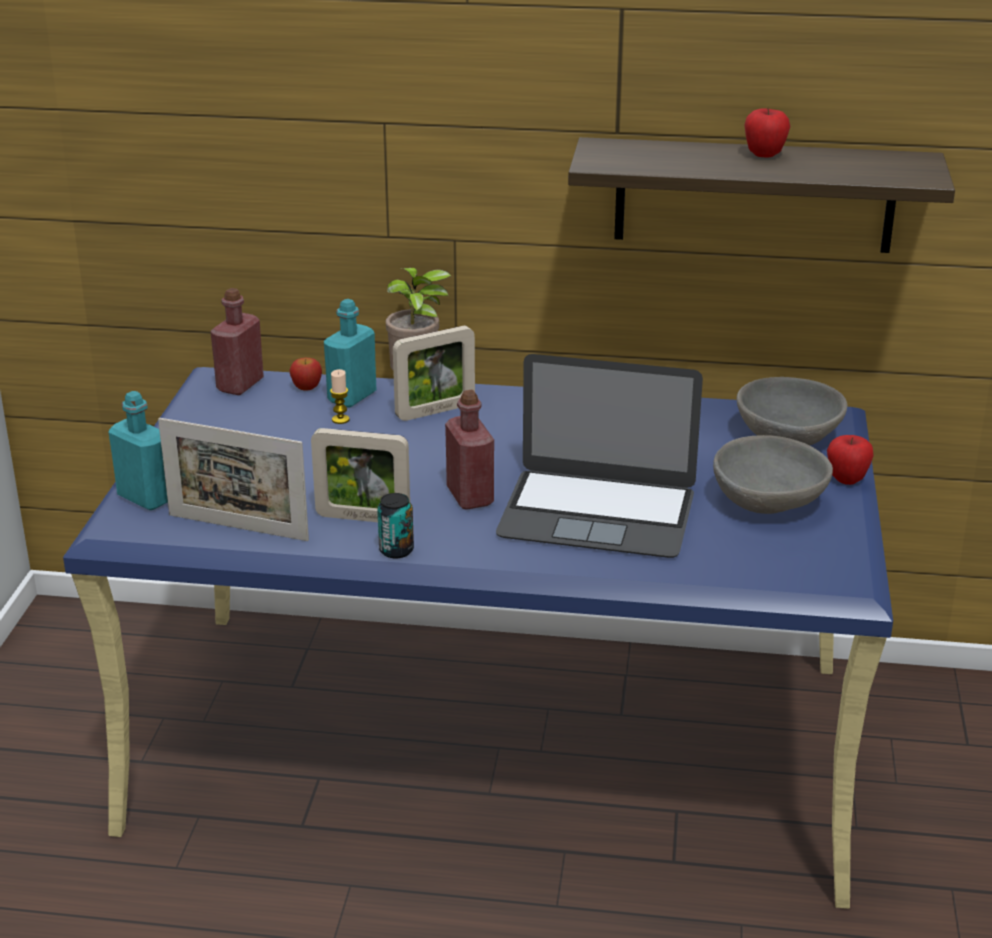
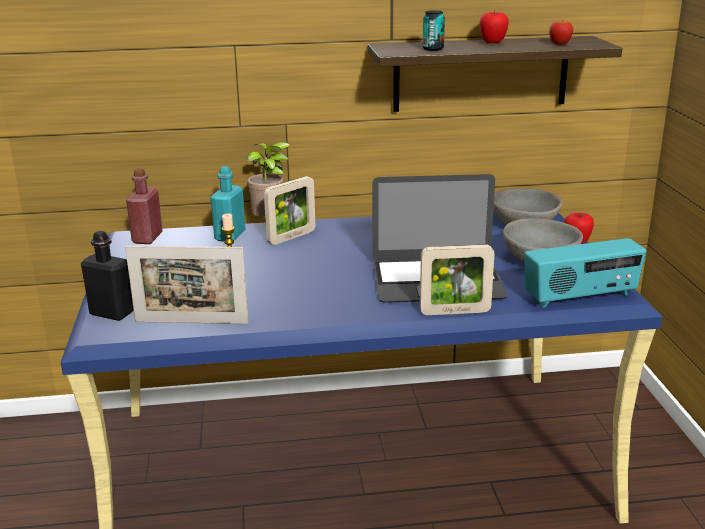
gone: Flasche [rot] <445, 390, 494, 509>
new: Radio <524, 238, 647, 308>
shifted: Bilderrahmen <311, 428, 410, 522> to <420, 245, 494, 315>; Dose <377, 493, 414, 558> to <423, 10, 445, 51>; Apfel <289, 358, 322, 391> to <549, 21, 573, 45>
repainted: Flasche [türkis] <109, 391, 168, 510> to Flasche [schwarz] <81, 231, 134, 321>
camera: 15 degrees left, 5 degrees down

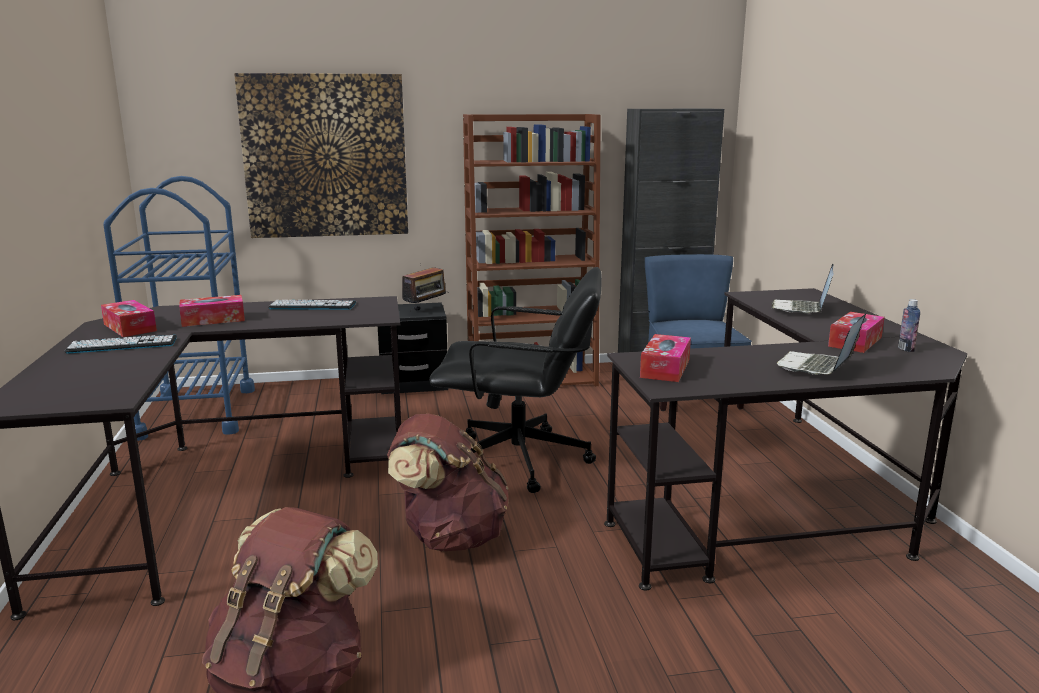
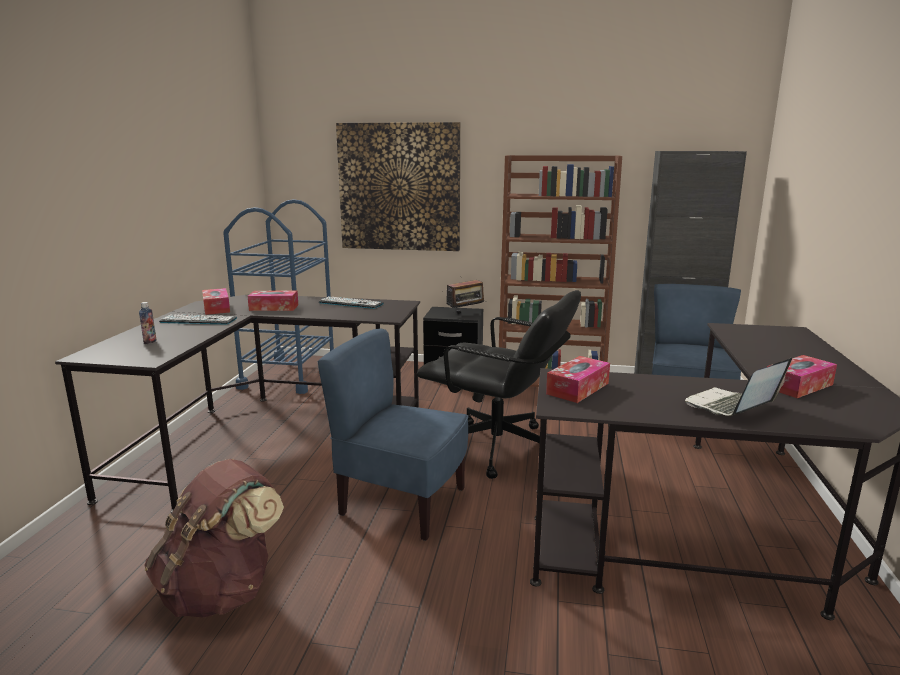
gone: Laptop <772, 264, 834, 314>
shifted: Flasche <898, 299, 920, 352> to <139, 302, 157, 344>
swapped: Rucksack [braun] <387, 413, 509, 551> to Stuhl [blau] <318, 329, 469, 541>
camera: 20 degrees right, 0 degrees up

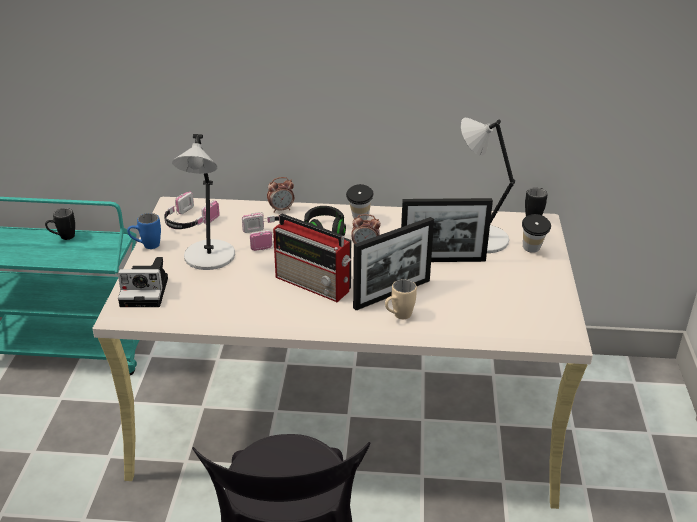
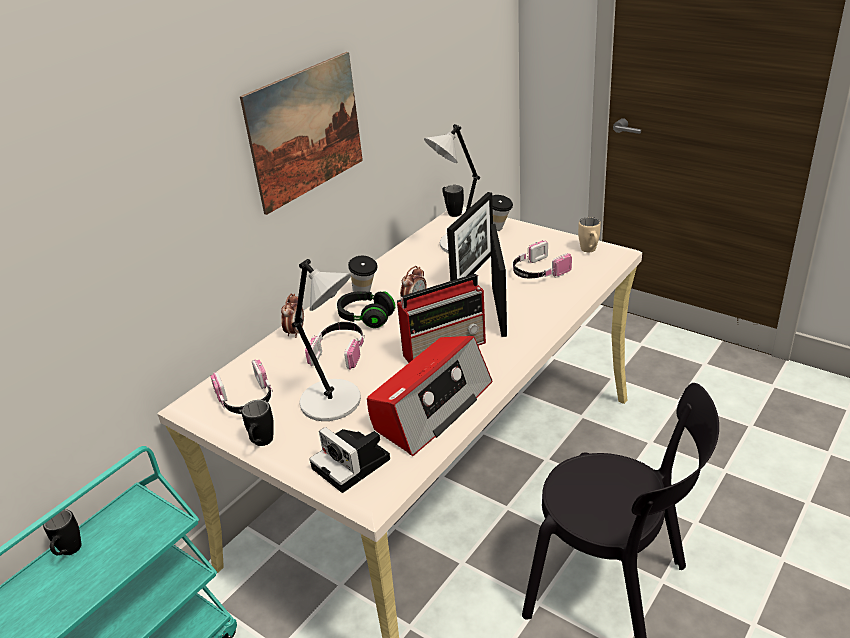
new: Bild <240, 52, 363, 215>; Radio <367, 336, 492, 456>; Kopfhörer <513, 240, 572, 278>
shifted: Henkelbecher [beige] <385, 279, 417, 319> to <578, 217, 601, 252>
repainted: Henkelbecher [blau] <127, 213, 161, 249> to Henkelbecher [schwarz] <242, 400, 274, 446>
rotated: Kamera <118, 257, 168, 307> = <309, 427, 390, 493> 105 degrees clockwise
camera: 55 degrees left, 0 degrees up

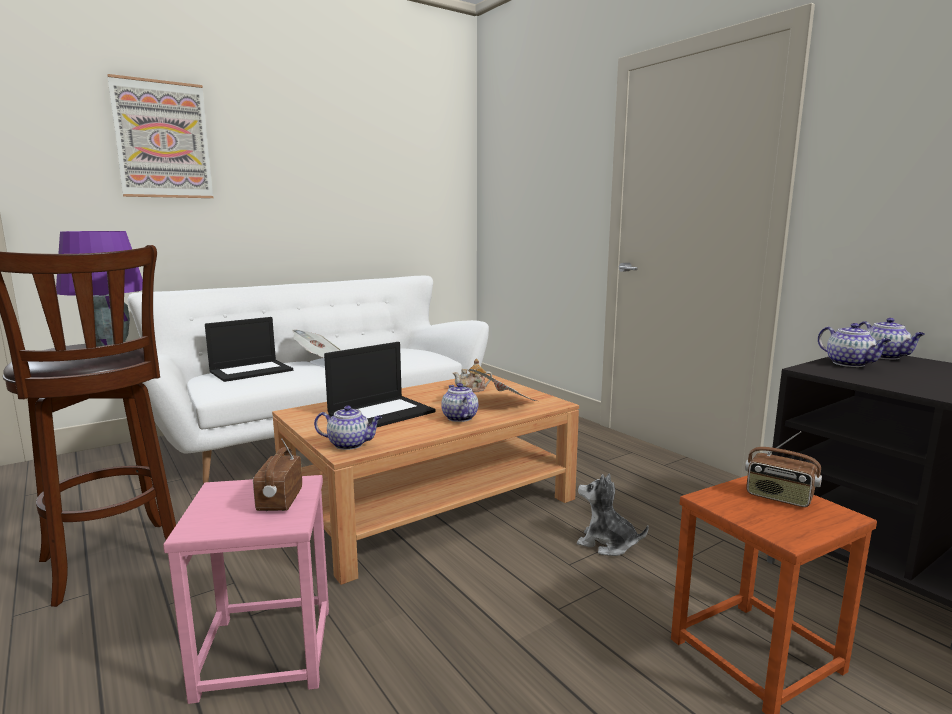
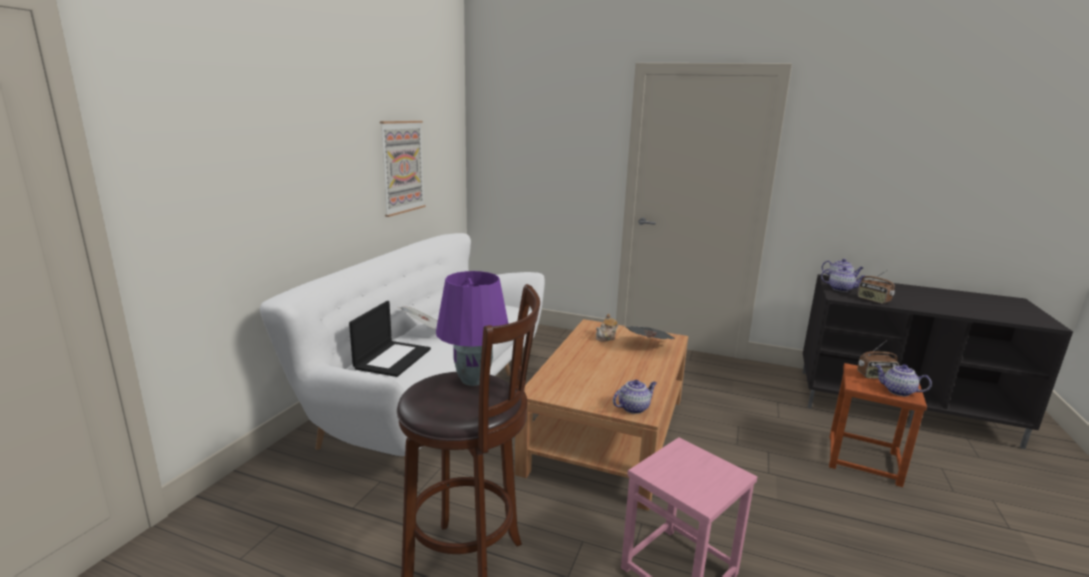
gone: Laptop <324, 342, 436, 427>; Plüschtier <577, 473, 649, 556>
shifted: Bild <107, 74, 213, 198> to <380, 121, 426, 217>; Radio <253, 438, 302, 511> to <857, 270, 895, 304>; Teekanne <441, 383, 478, 422> to <875, 364, 932, 397>
camera: 35 degrees left, 5 degrees up

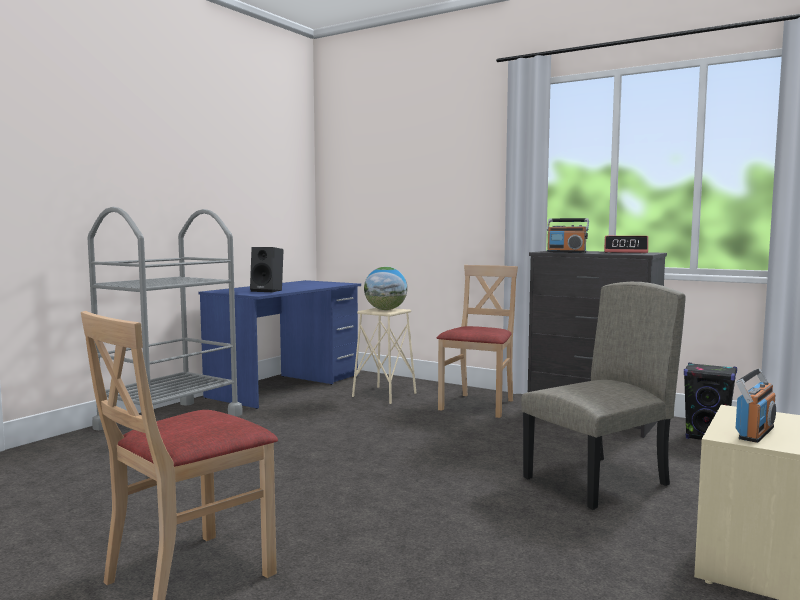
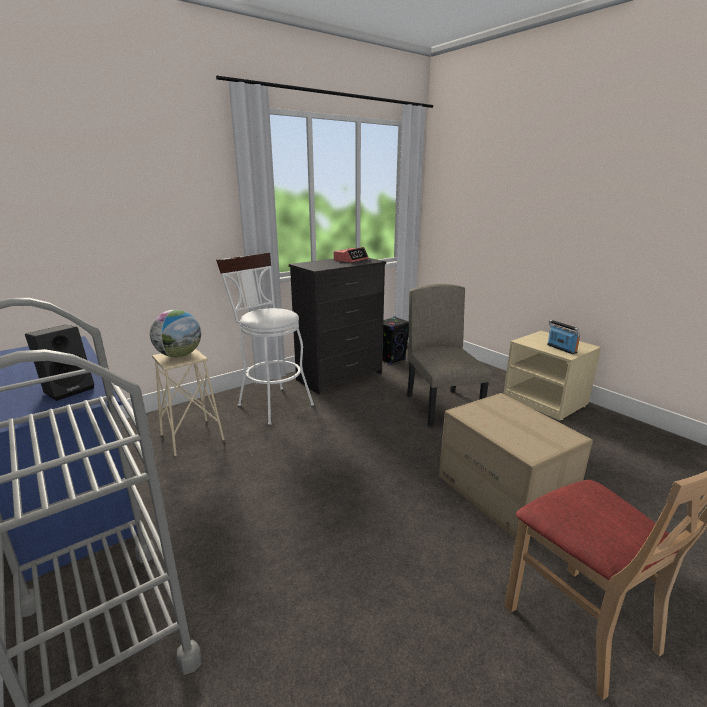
gone: Radio <547, 218, 589, 253>
new: Karton <439, 393, 593, 540>
swapped: Stuhl [beige] <437, 265, 518, 418> to Hocker [weiß] <216, 253, 314, 425>
camera: 70 degrees left, 15 degrees up

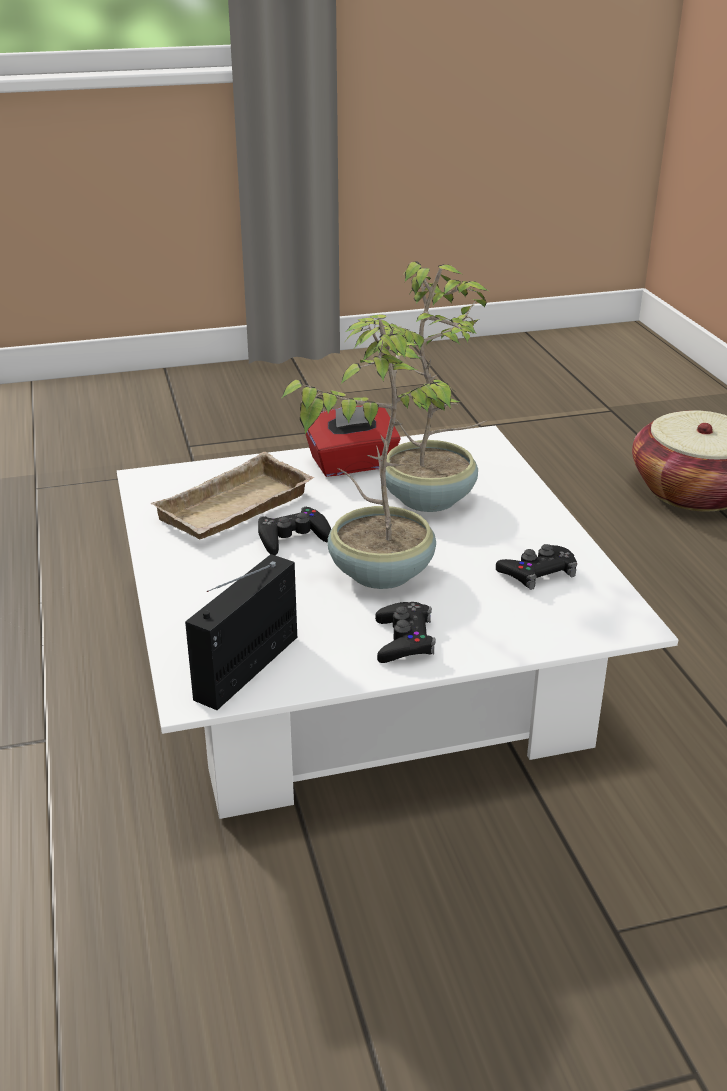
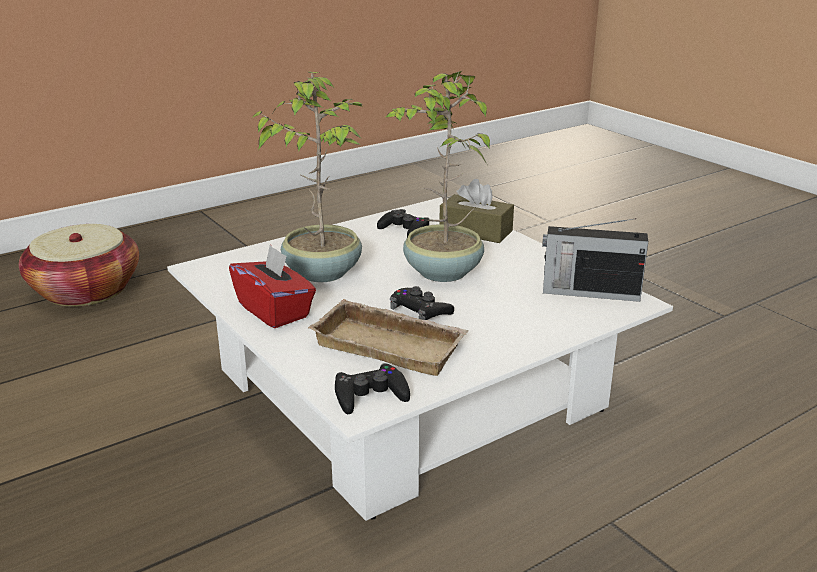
new: Taschentuchbox [braun] <439, 179, 514, 243>
shifted: Gamepad [schwarz] <375, 602, 435, 663> to <335, 363, 410, 414>
camera: 110 degrees left, 5 degrees down

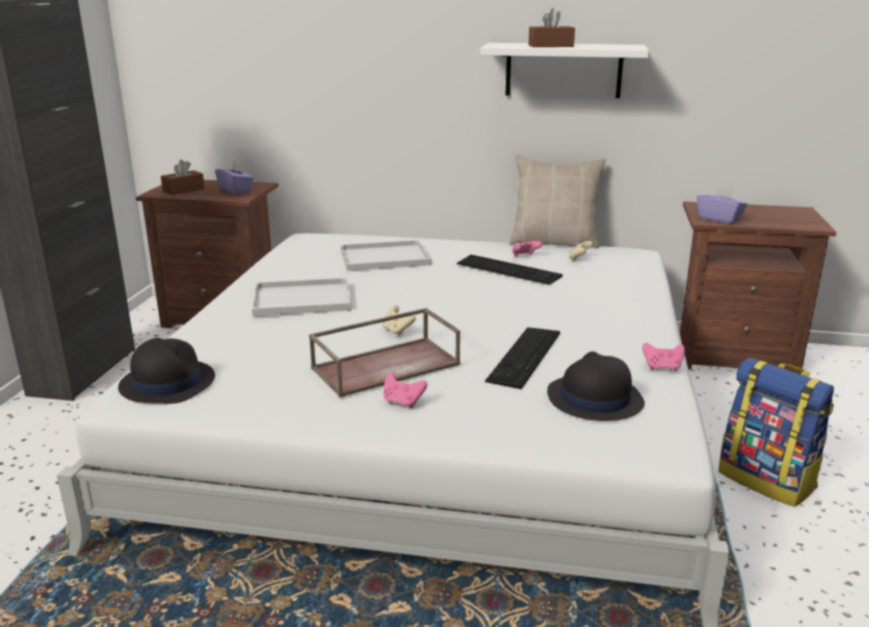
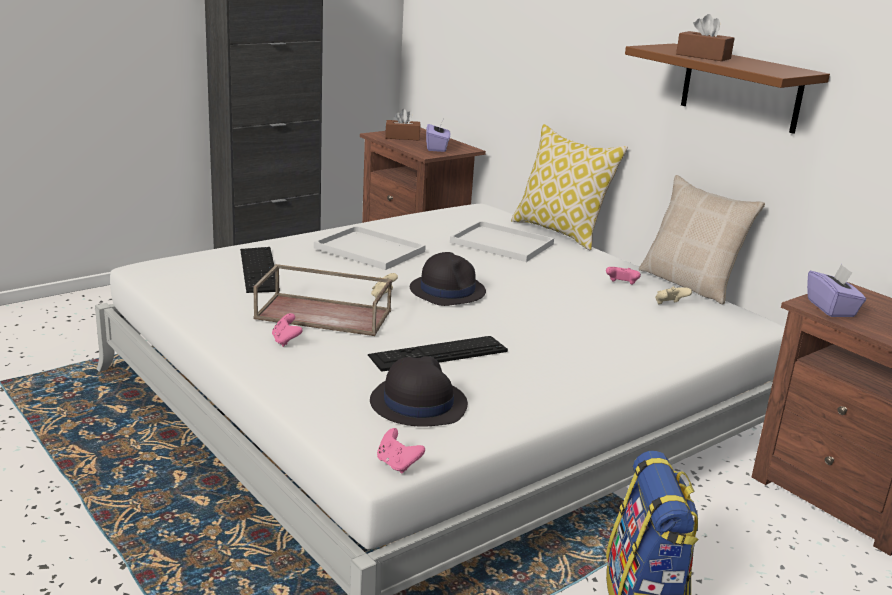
new: Kissen <511, 124, 628, 251>
shifted: Tastatur <456, 255, 563, 285> to <240, 247, 280, 293>; Gamepad [rosa] <642, 343, 685, 371> to <377, 428, 425, 474>; Hut [schwarz] <118, 338, 215, 404> to <410, 252, 486, 306>
repainted: Wandregal [weiß] <480, 43, 649, 98> to Wandregal [braun] <625, 43, 830, 134>
camera: 40 degrees right, 0 degrees up

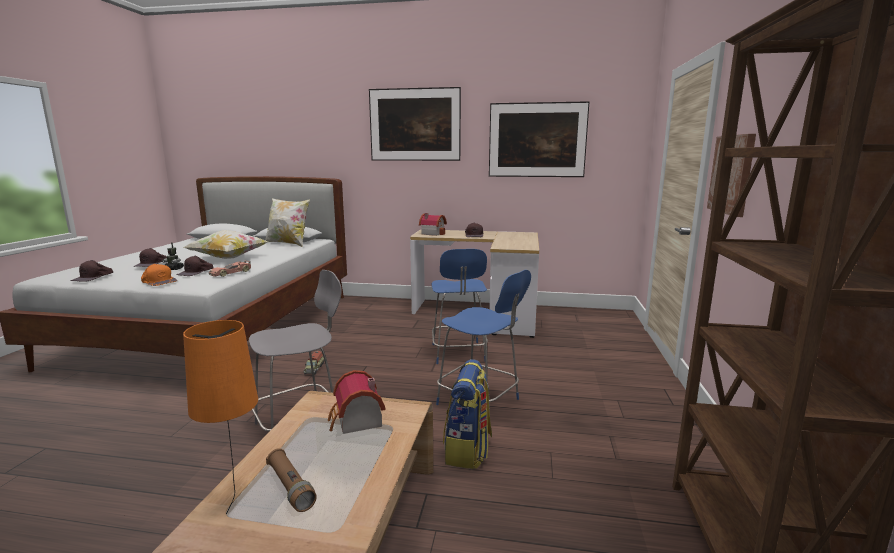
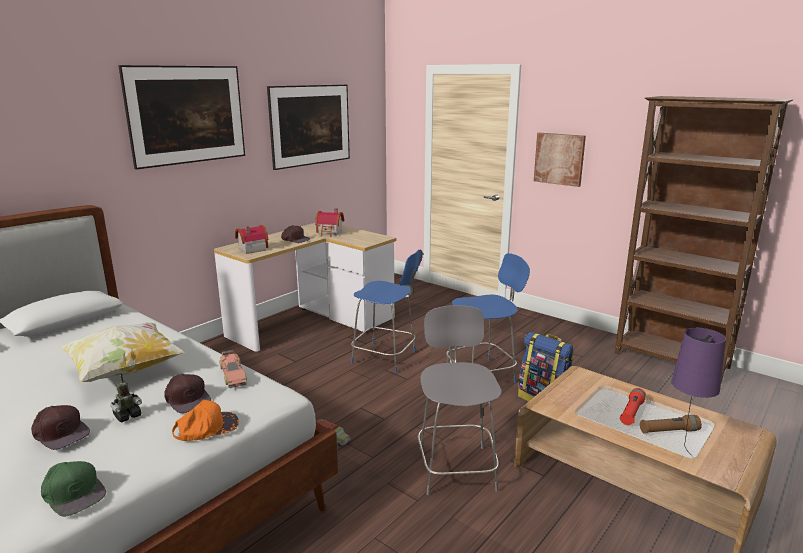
gone: Kissen <265, 198, 310, 247>
new: Taschenlampe [rot] <620, 388, 646, 425>
shifted: Spielzeughaus <328, 370, 386, 434> to <315, 208, 344, 237>
repainted: Kappe [braun] <70, 260, 113, 282> to Kappe [grün] <41, 461, 106, 517>; Tischlampe [orange] <183, 320, 258, 514> to Tischlampe [lila] <671, 328, 726, 458>
camera: 60 degrees left, 5 degrees up

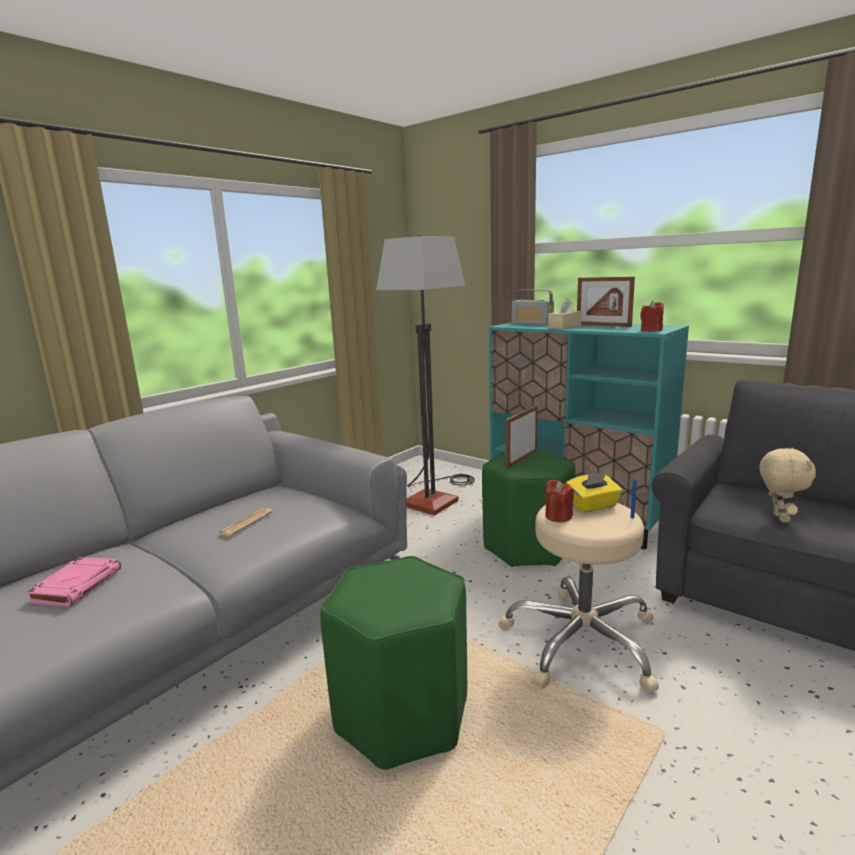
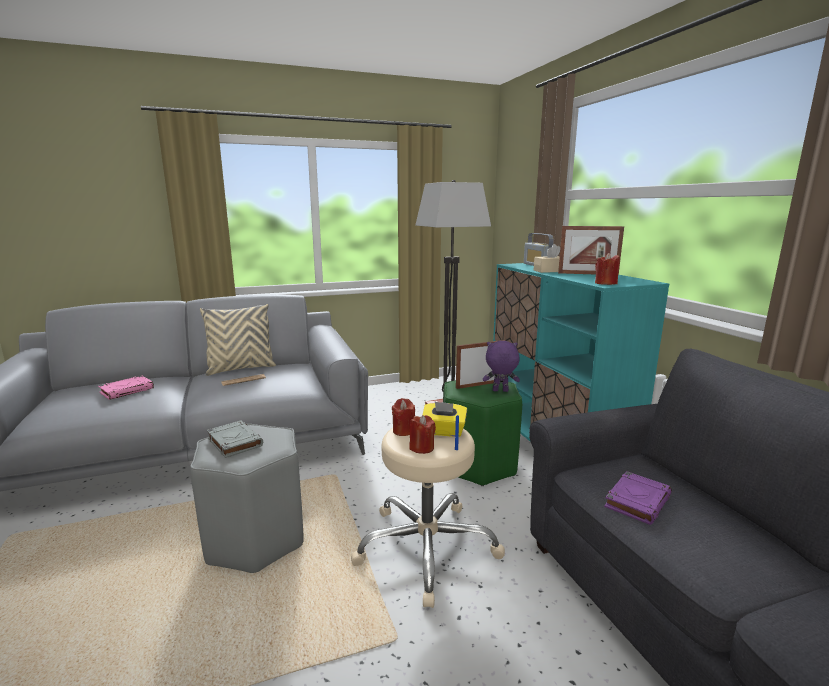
new: Kissen [beige] <200, 304, 276, 376>; Buch [grau] <207, 420, 263, 458>; Kerze [rot] <409, 415, 436, 454>; Plüschtier [lila] <483, 341, 520, 392>
swapped: Plüschtier [beige] <759, 448, 816, 522> to Buch [lila] <604, 471, 672, 525>
repainted: Hocker [grün] <320, 556, 467, 770> to Hocker [grau] <190, 424, 304, 573>
rotated: Bilderrahmen <577, 277, 635, 327> = <558, 226, 624, 275> 60 degrees counterclockwise
camera: 30 degrees right, 0 degrees up

